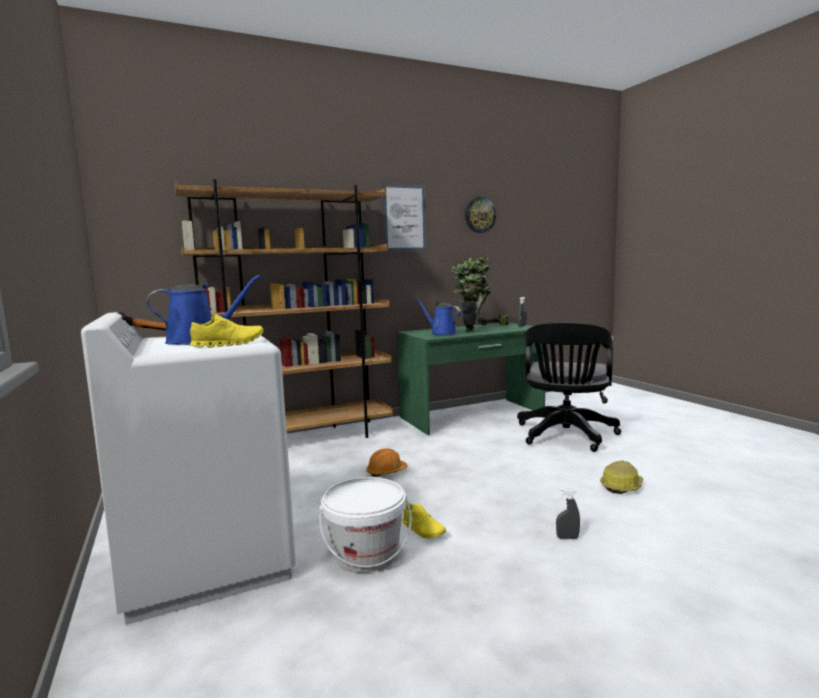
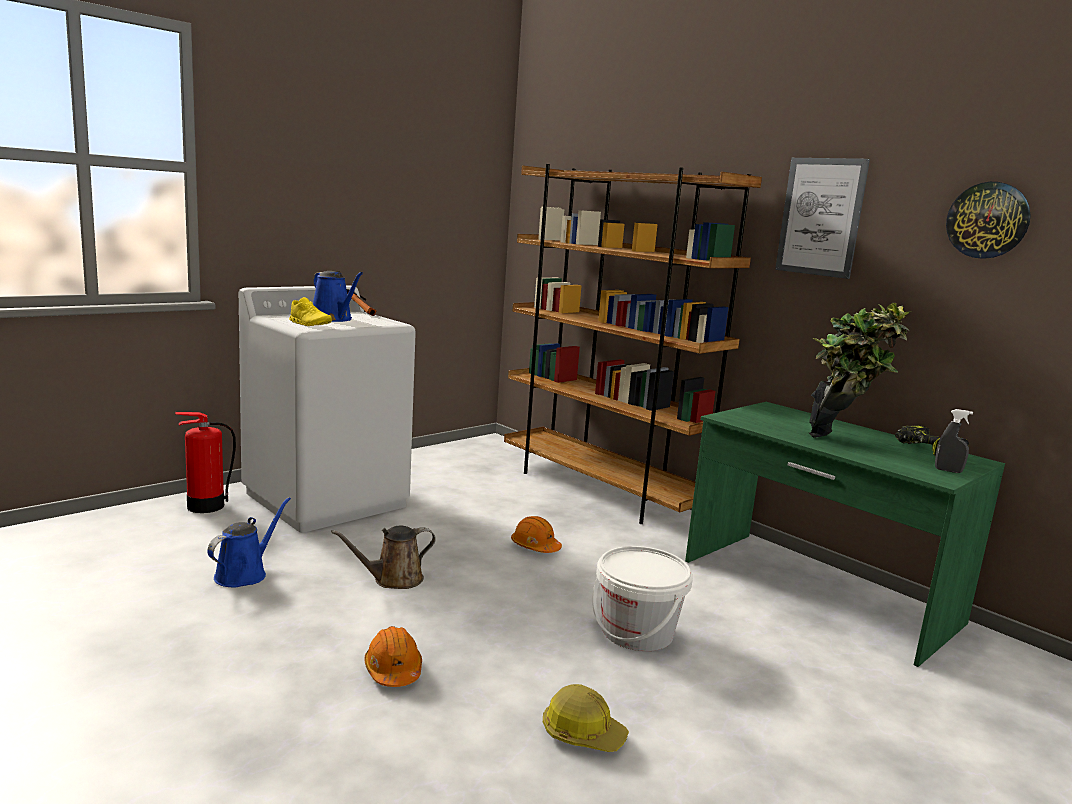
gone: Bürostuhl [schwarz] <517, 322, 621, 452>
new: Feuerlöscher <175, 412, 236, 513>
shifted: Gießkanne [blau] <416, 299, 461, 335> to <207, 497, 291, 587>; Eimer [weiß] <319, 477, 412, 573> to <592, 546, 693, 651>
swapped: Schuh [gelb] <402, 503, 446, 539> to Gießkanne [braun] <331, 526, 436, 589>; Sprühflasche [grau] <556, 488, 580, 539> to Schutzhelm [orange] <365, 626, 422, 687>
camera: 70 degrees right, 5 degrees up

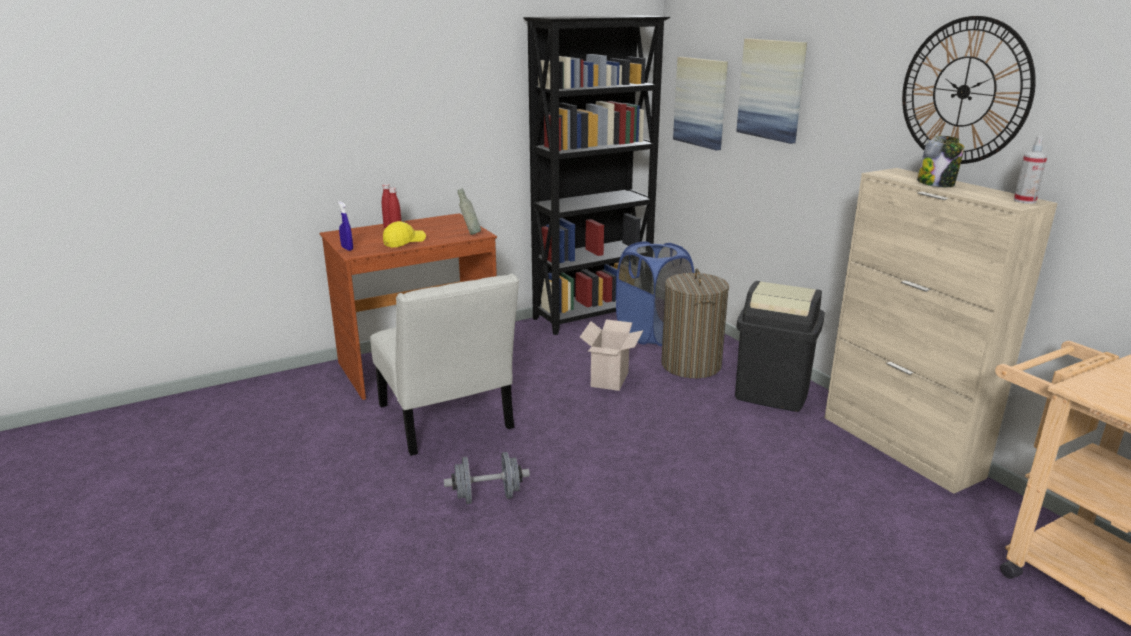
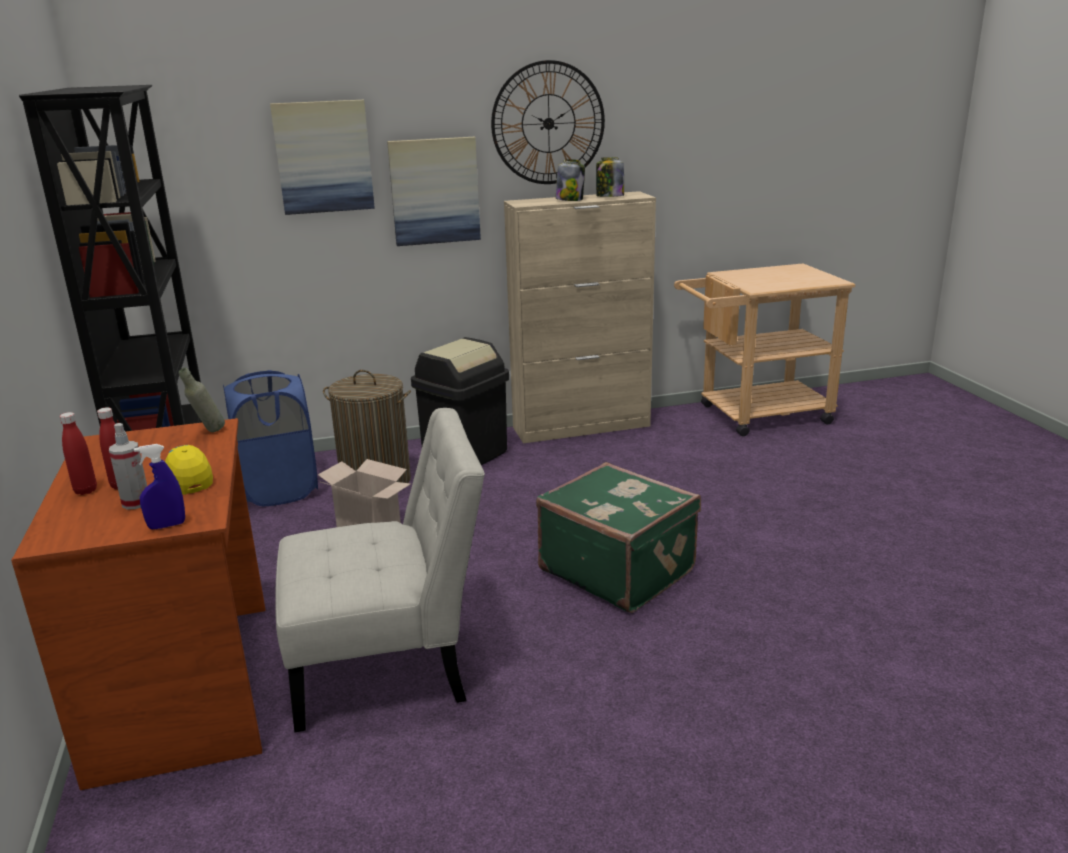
gone: Hantel [grau] <444, 452, 530, 504>
new: Koffer [grün] <536, 462, 701, 613>; Vorratsglas <596, 157, 624, 197>
shifted: Sprühflasche <1014, 136, 1047, 204> to <109, 423, 147, 509>; Bild <673, 57, 728, 150> to <387, 137, 481, 246>
camera: 75 degrees left, 0 degrees up

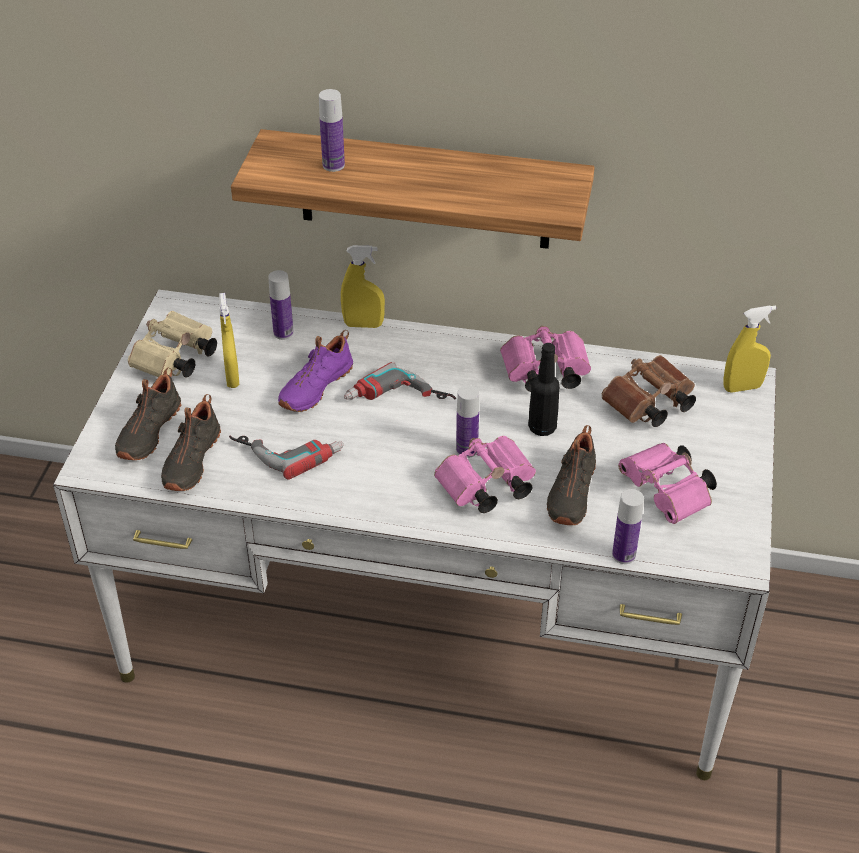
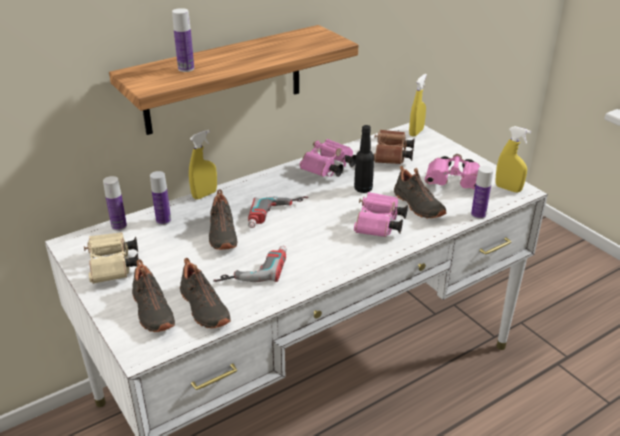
shifted: Flasche <456, 385, 479, 458> to <103, 176, 127, 231>; Sprühflasche [gelb] <219, 293, 239, 388> to <495, 126, 531, 192>
repainted: Schuh [lila] <278, 330, 353, 412> to Schuh [schwarz] <209, 189, 238, 250>
camera: 45 degrees left, 10 degrees down

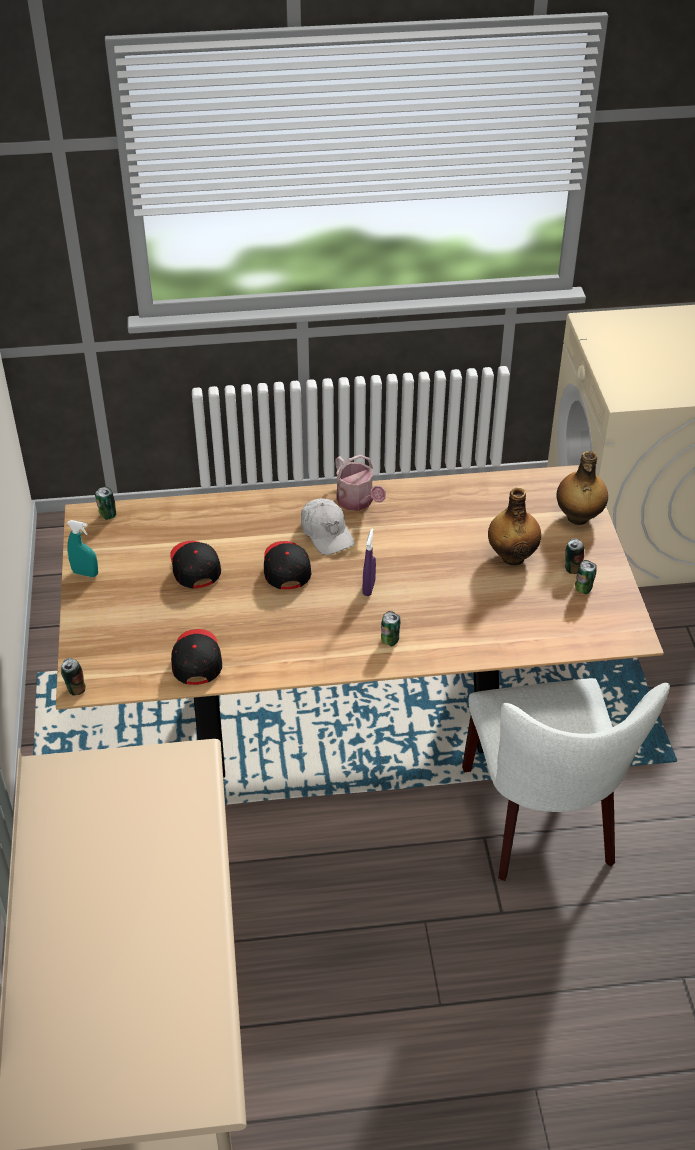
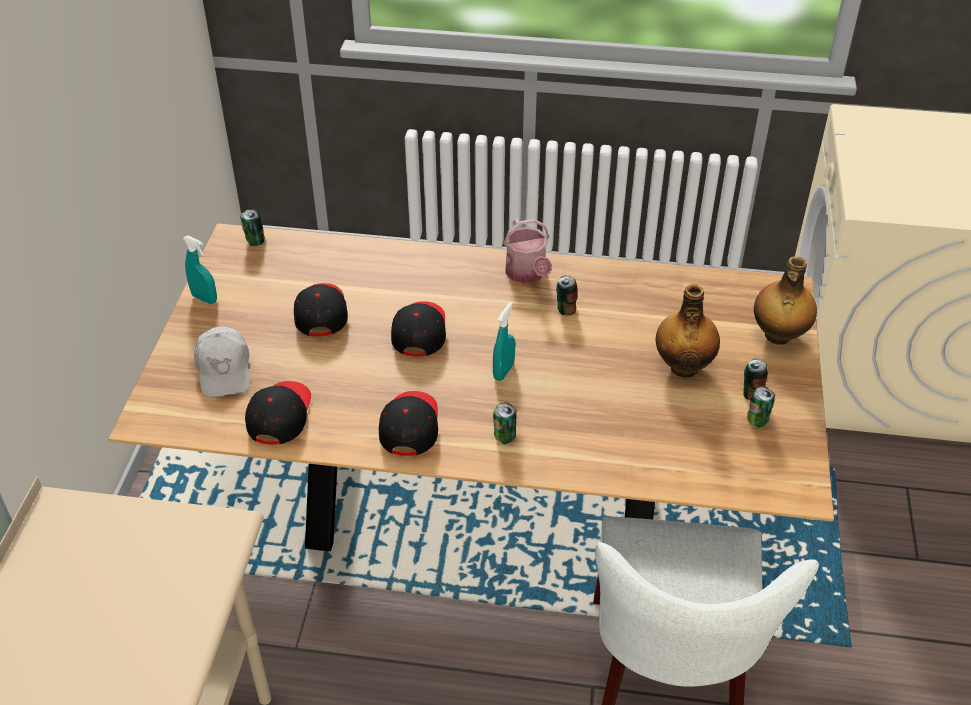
new: Kappe [schwarz] <379, 391, 438, 456>
shifted: Kappe [weiß] <301, 499, 355, 555> to <194, 327, 250, 398>; Dose <61, 658, 86, 696> to <556, 275, 578, 315>
repainted: Sprühflasche [lila] <363, 528, 376, 596> to Sprühflasche [türkis] <493, 302, 515, 381>
camera: 15 degrees right, 0 degrees up

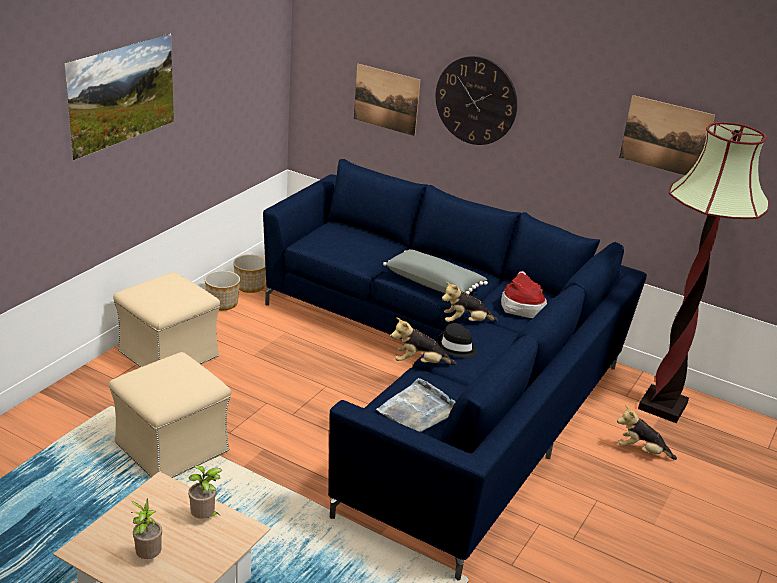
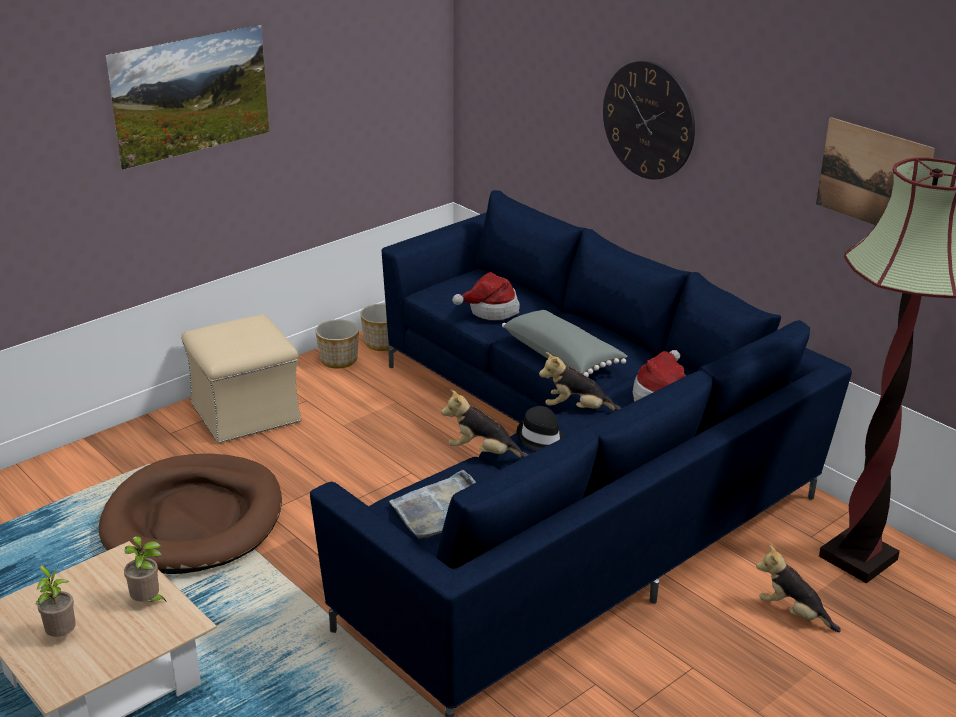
gone: Bild <354, 64, 421, 136>
new: Hut <452, 272, 520, 320>
swapped: Polsterhocker [beige] <109, 352, 231, 478> to Hundebett [braun] <99, 454, 282, 574>
camera: 20 degrees right, 0 degrees up

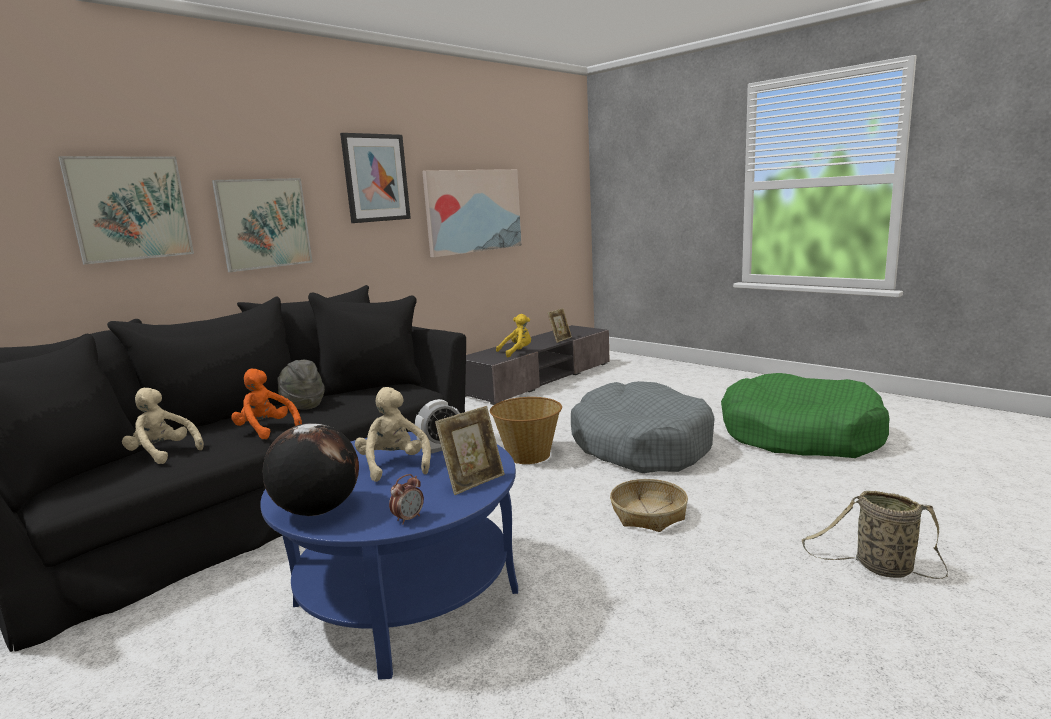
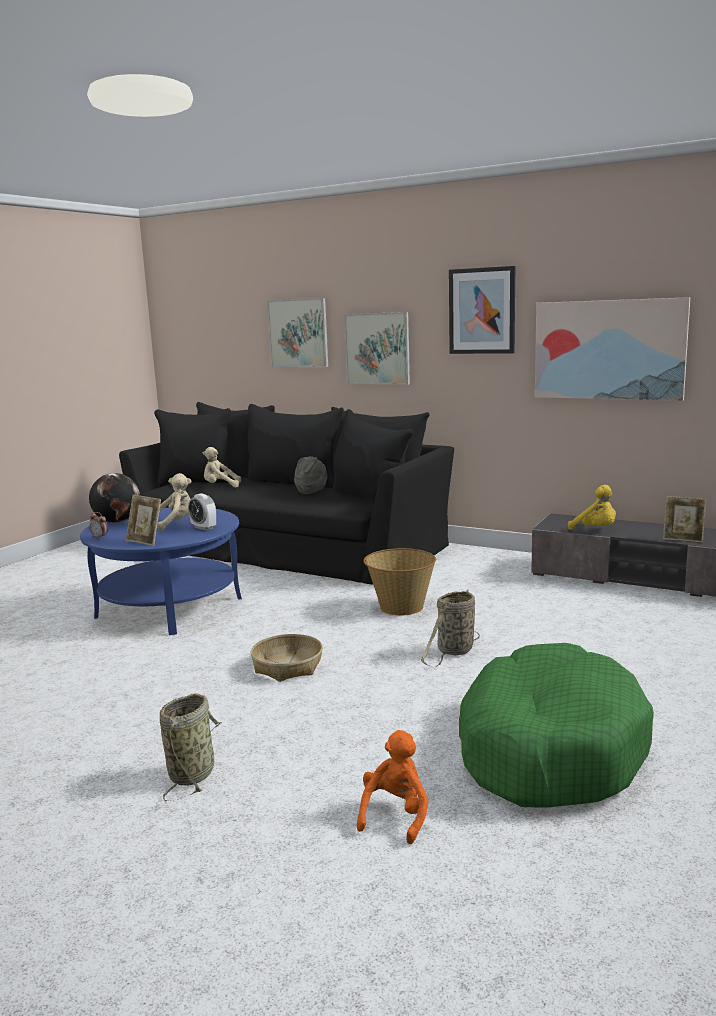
shifted: Plüschtier [orange] <231, 368, 302, 439> to <357, 730, 429, 844>
swapped: Hundebett [grau] <571, 381, 714, 473> to Korb <421, 589, 480, 667>
rotated: Plüschtier [beige] <122, 388, 204, 464> = <203, 447, 241, 488> 105 degrees counterclockwise
camera: 75 degrees right, 0 degrees up

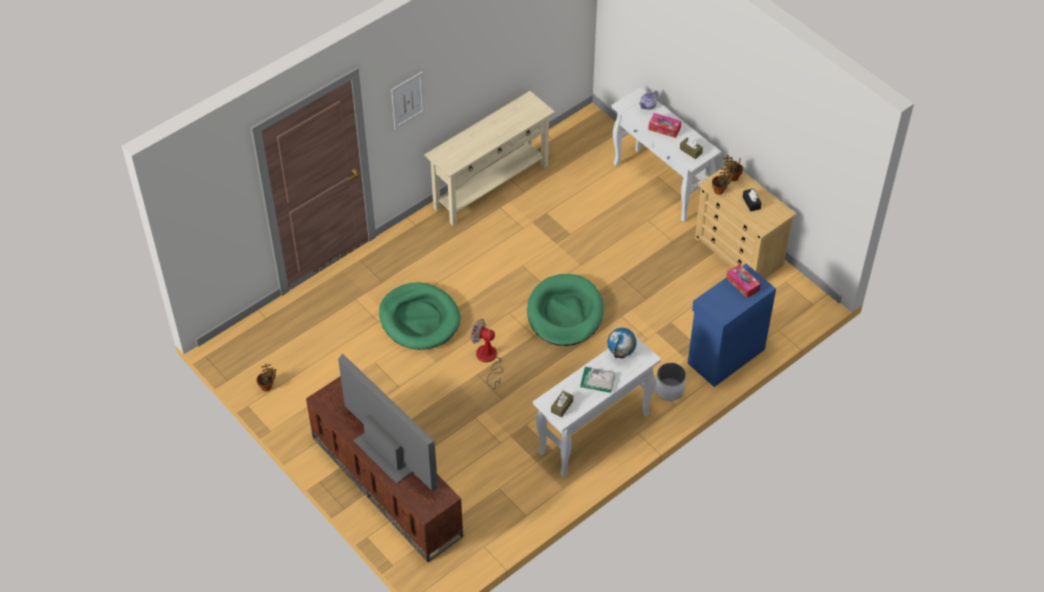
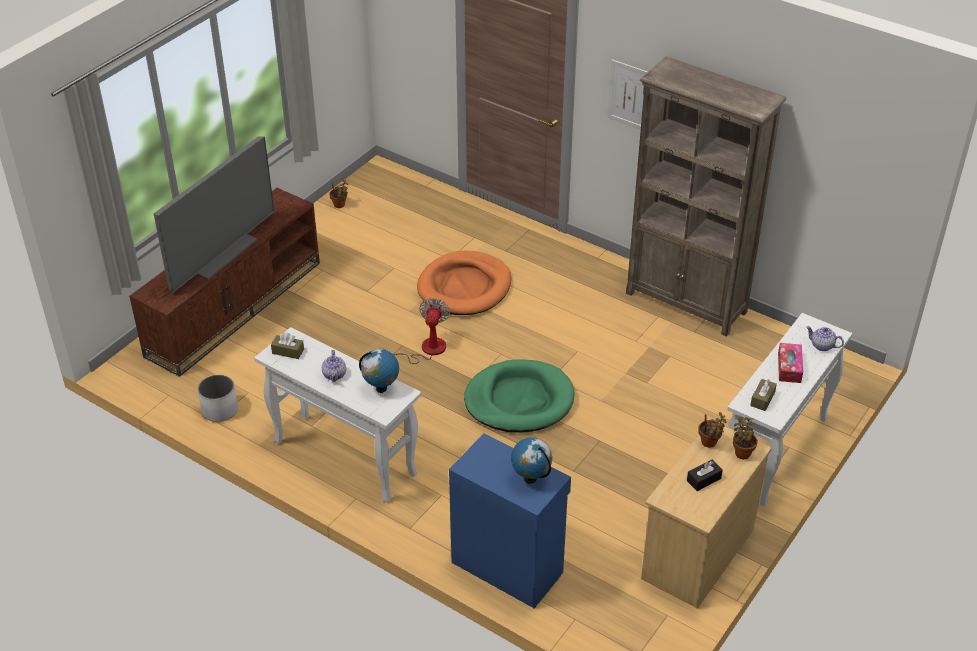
shifted: Pflanzkübel [weiß] <655, 363, 686, 401> to <198, 375, 238, 422>
swapped: Buch <580, 367, 616, 393> to Teekanne <322, 350, 346, 382>; Taschentuchbox <726, 264, 761, 298> to Globus <511, 437, 552, 483>; Konsolentisch [beige] <424, 91, 555, 226> to Bücherregal [braun] <626, 57, 786, 337>
repainted: Hundebett [grün] <379, 282, 461, 350> to Hundebett [orange] <417, 251, 511, 315>
camera: 75 degrees right, 10 degrees down

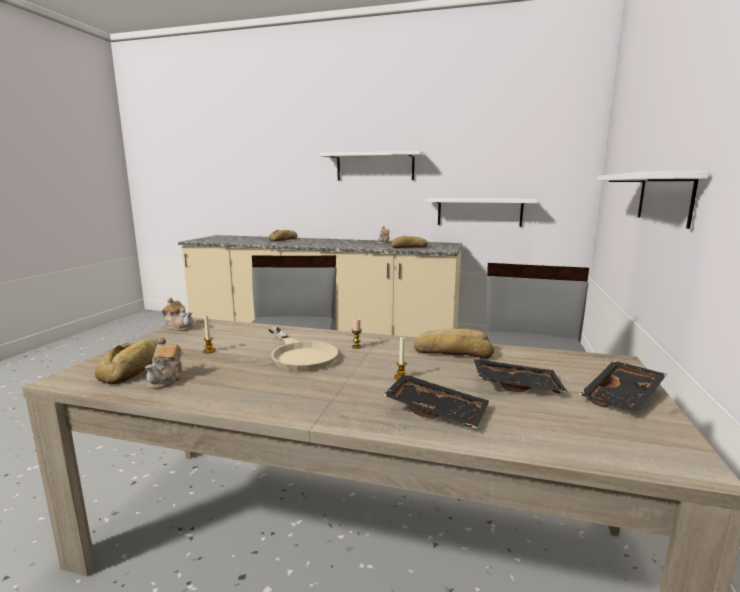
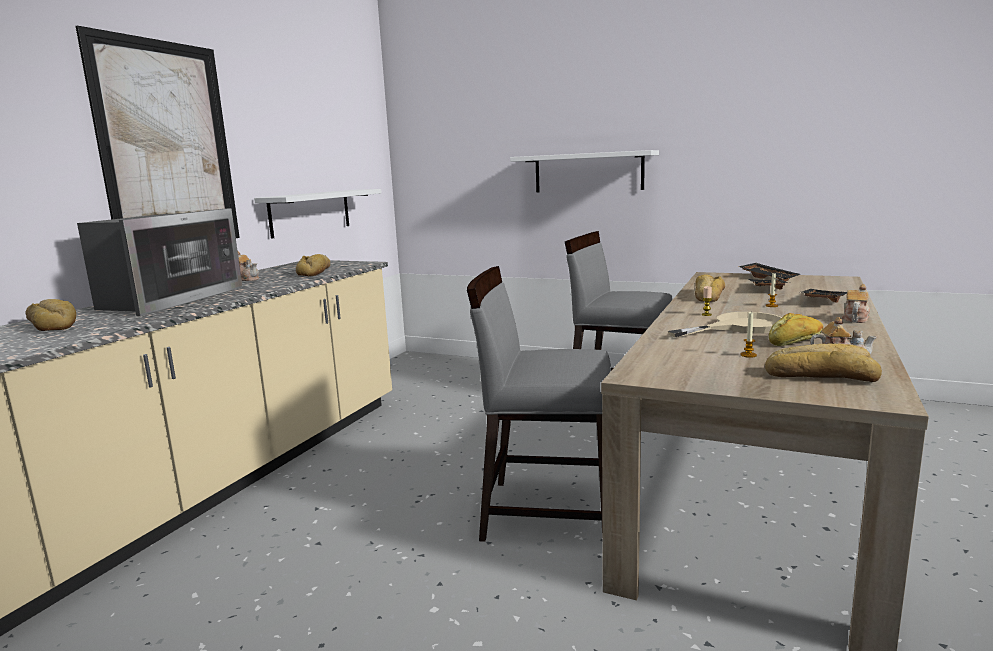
new: Mikrowelle <77, 208, 243, 316>; Brot <769, 313, 823, 346>
shifted: Teekanne <162, 297, 193, 331> to <842, 284, 870, 323>
swapped: Wandregal [weiß] <320, 151, 425, 181> to Bild <75, 26, 240, 238>
camera: 80 degrees left, 0 degrees up

